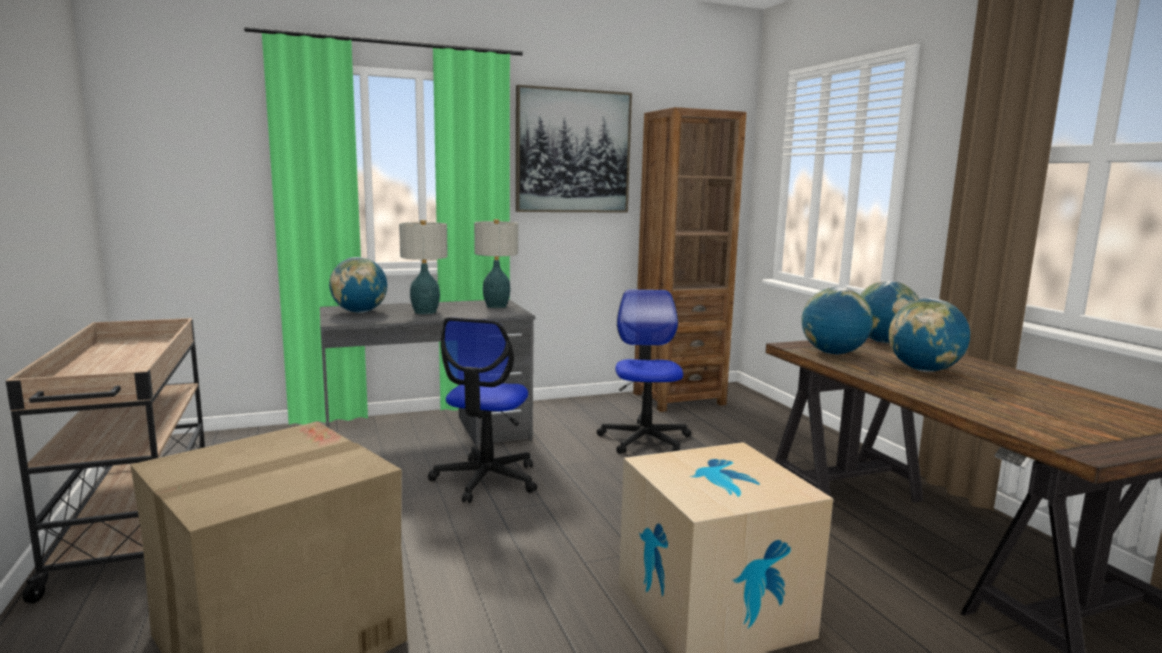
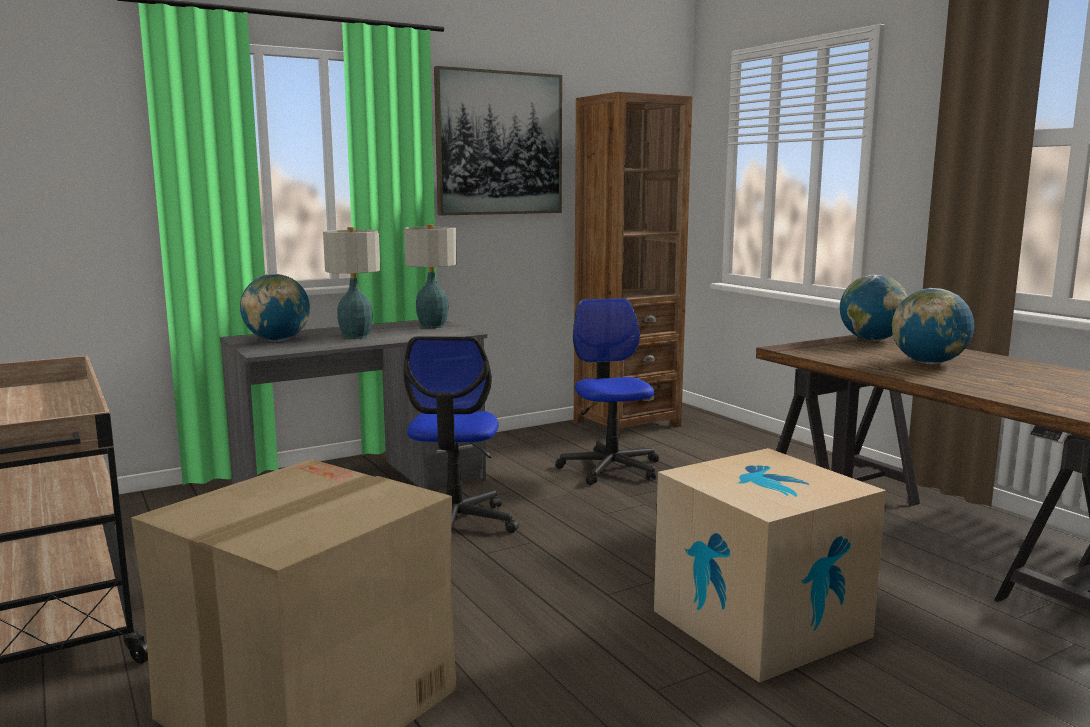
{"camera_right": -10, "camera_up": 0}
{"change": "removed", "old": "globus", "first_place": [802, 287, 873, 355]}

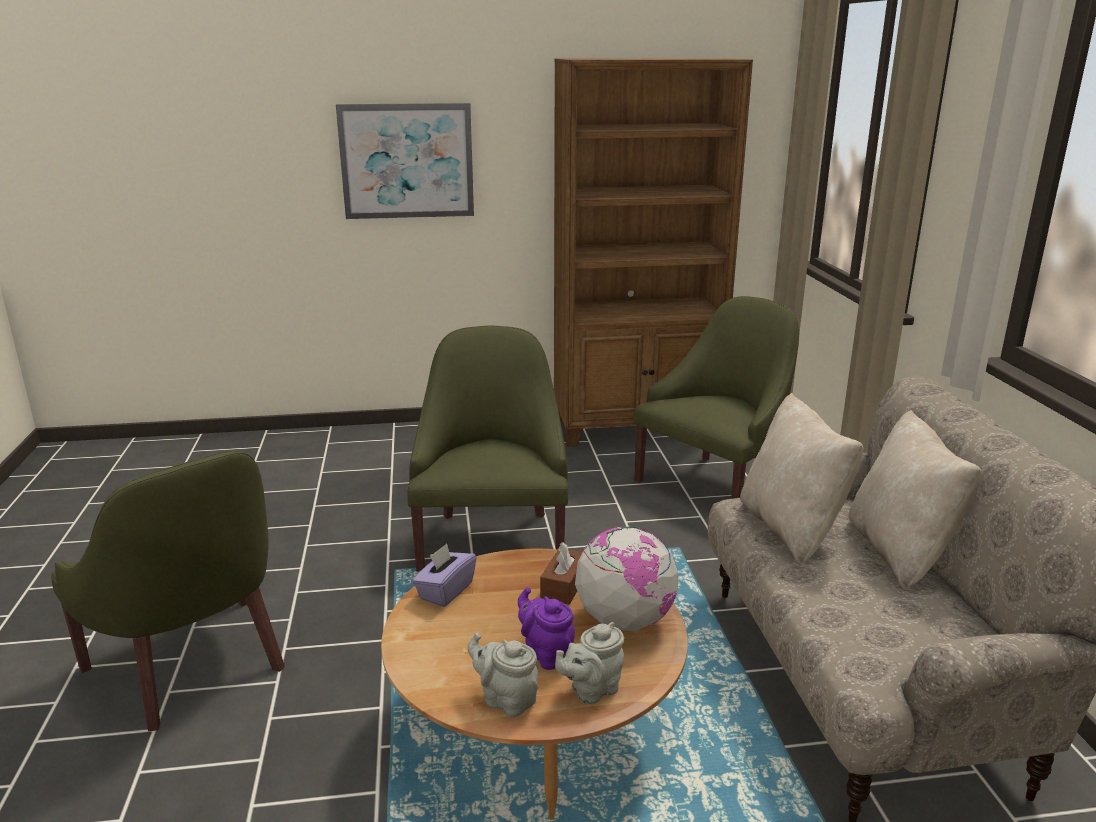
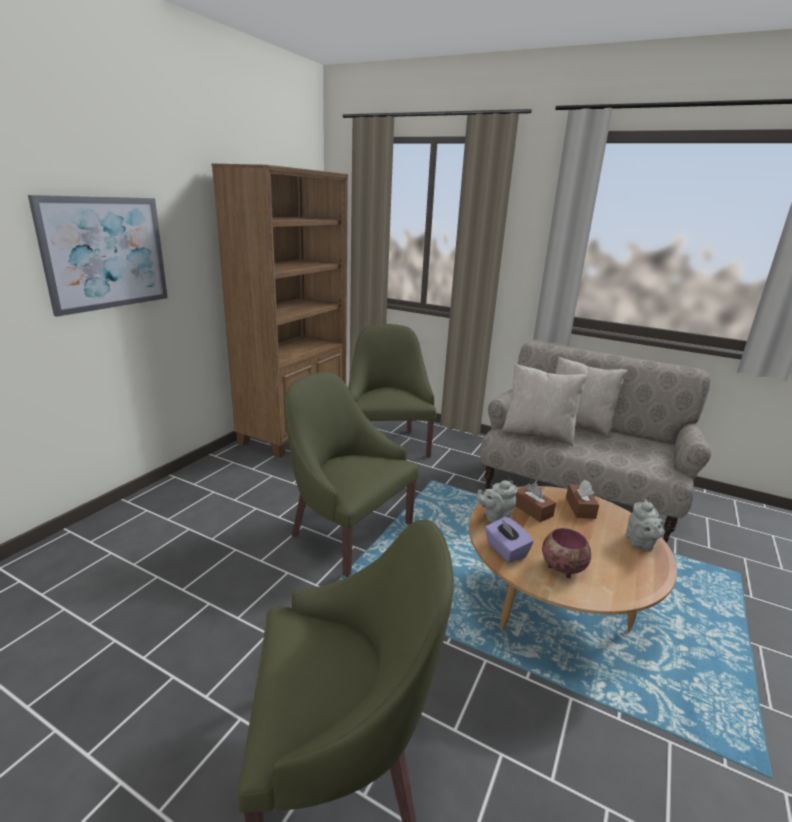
{"camera_right": -55, "camera_up": 0}
{"change": "removed", "old": "imbryk (fioletowy)", "first_place": [518, 587, 575, 670]}
{"change": "added", "new": "miska", "second_place": [542, 528, 591, 578]}
{"change": "moved", "old": "imbryk (szary)", "first_place": [468, 633, 538, 717], "second_place": [476, 480, 518, 523]}
{"change": "replaced", "old": "globus", "new": "pudełko chusteczek (brązowy)", "first_place": [575, 527, 678, 632], "second_place": [566, 480, 599, 519]}

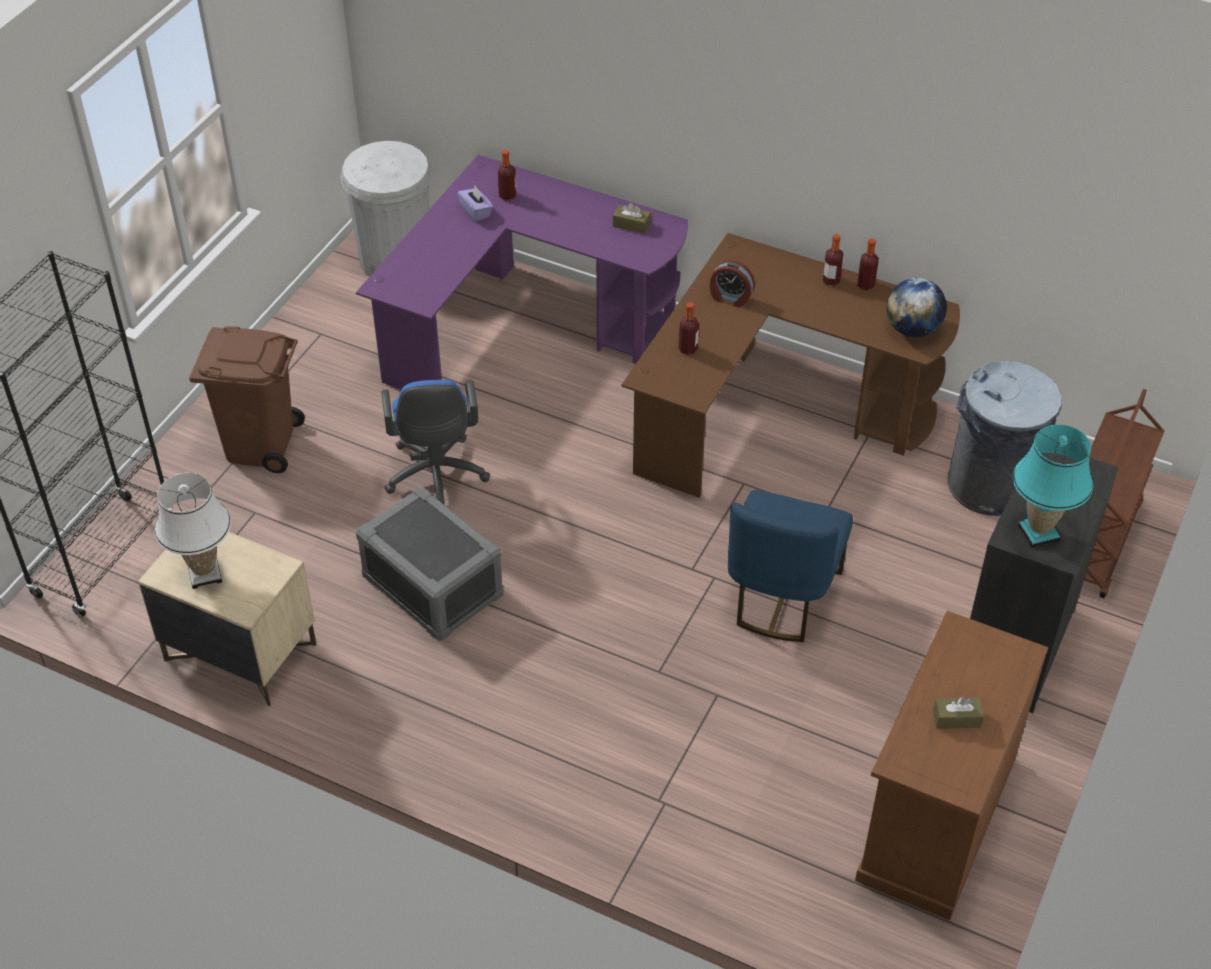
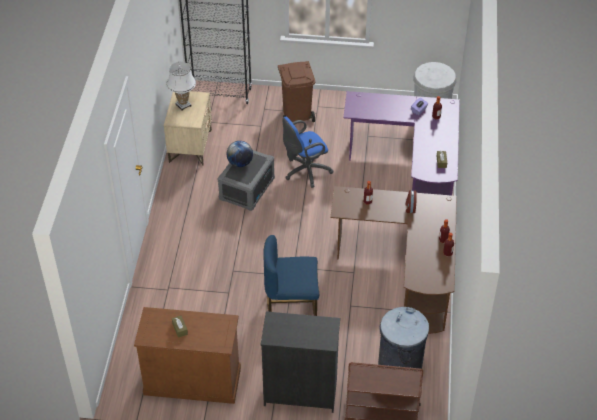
{"camera_right": 70, "camera_up": 0}
{"change": "removed", "old": "lampa stołowa (turkusowy)", "first_place": [1012, 424, 1094, 548]}
{"change": "moved", "old": "globus", "first_place": [887, 278, 947, 338], "second_place": [227, 141, 253, 167]}

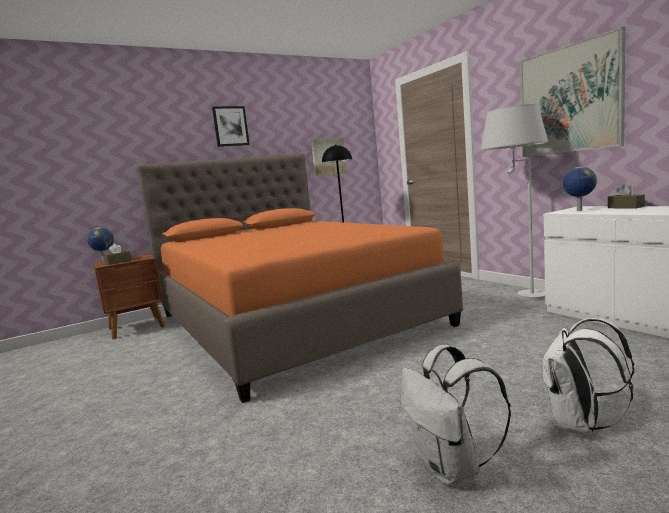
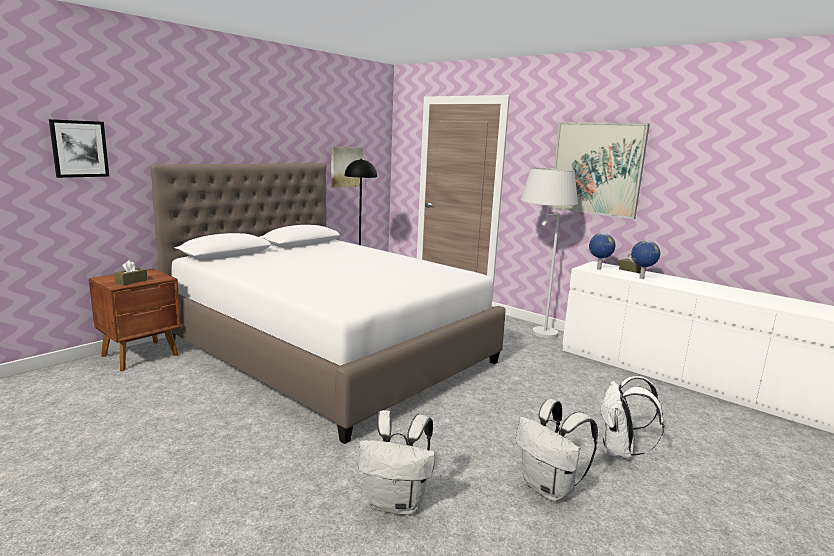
{"camera_right": -20, "camera_up": 5}
{"change": "added", "new": "plecak (biały)", "second_place": [358, 410, 435, 515]}
{"change": "moved", "old": "globus", "first_place": [87, 227, 114, 262], "second_place": [631, 240, 660, 279]}
{"change": "moved", "old": "obraz", "first_place": [212, 106, 250, 147], "second_place": [49, 119, 109, 178]}
{"change": "recoloured", "old": "łóżko (pomarańczowy)", "new": "łóżko (biały)", "first_place": [137, 153, 463, 403], "second_place": [150, 163, 506, 444]}

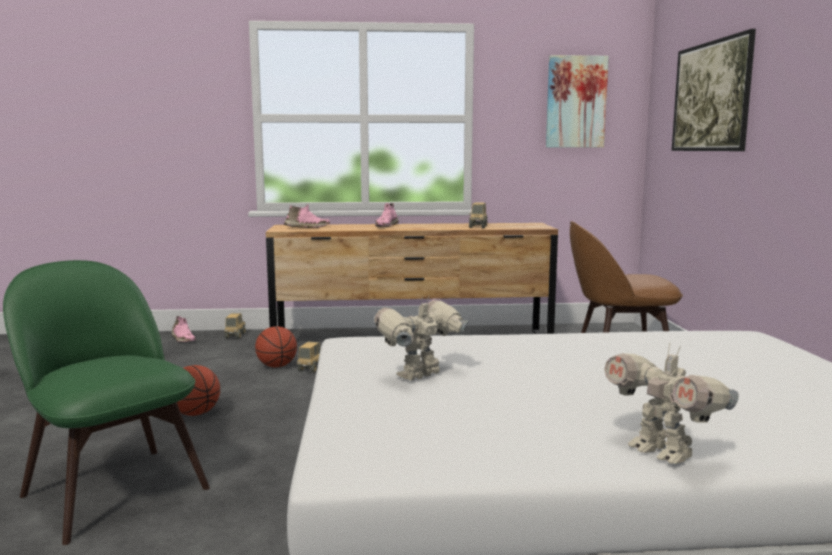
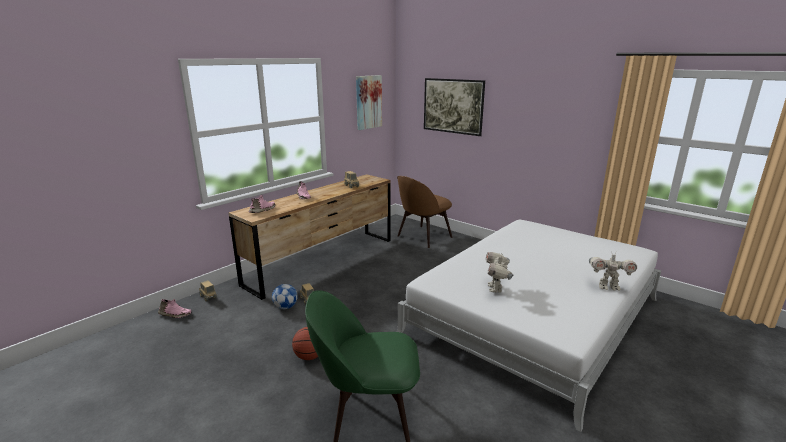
{"camera_right": -45, "camera_up": 10}
{"change": "replaced", "old": "piłka do koszykówki", "new": "piłka futbolowa", "first_place": [255, 326, 297, 367], "second_place": [272, 284, 298, 309]}

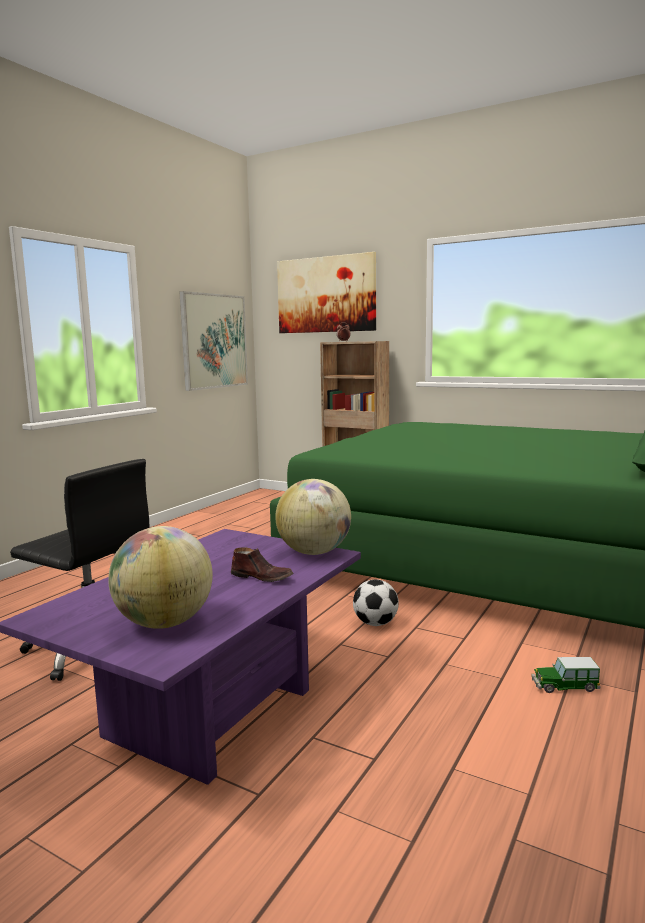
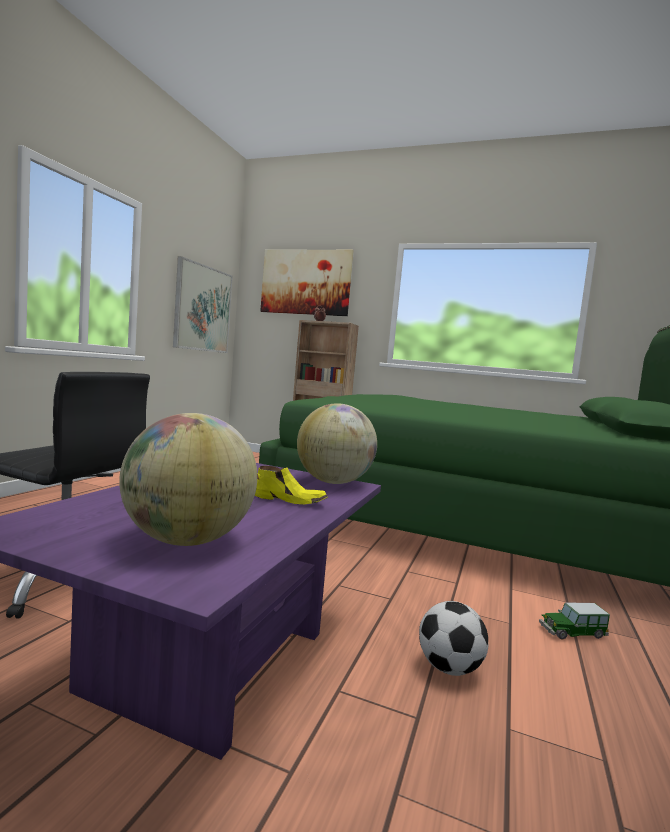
{"camera_right": -10, "camera_up": -5}
{"change": "moved", "old": "piłka futbolowa", "first_place": [353, 579, 399, 626], "second_place": [419, 601, 488, 676]}
{"change": "recoloured", "old": "but (brązowy)", "new": "but (żółty)", "first_place": [231, 547, 293, 582], "second_place": [255, 466, 328, 505]}

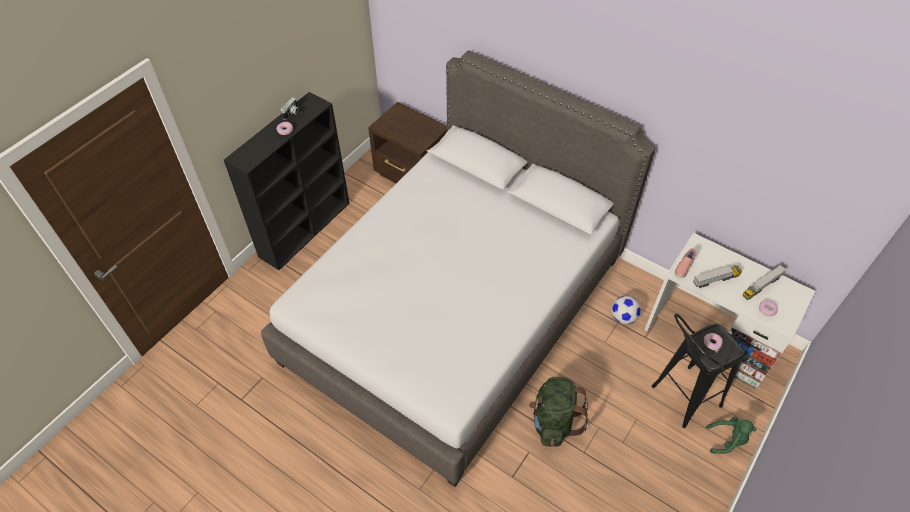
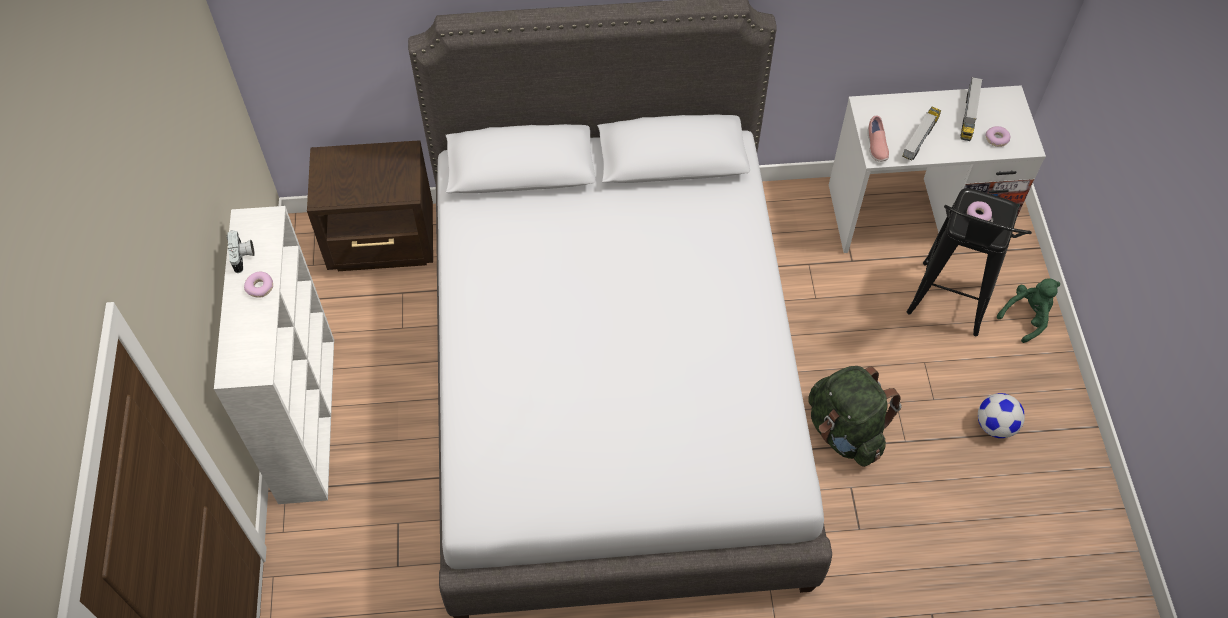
{"camera_right": -40, "camera_up": 5}
{"change": "moved", "old": "piłka futbolowa", "first_place": [612, 296, 641, 324], "second_place": [978, 393, 1025, 438]}
{"change": "recoloured", "old": "regał (czarny)", "new": "regał (biały)", "first_place": [224, 92, 350, 270], "second_place": [214, 206, 334, 504]}

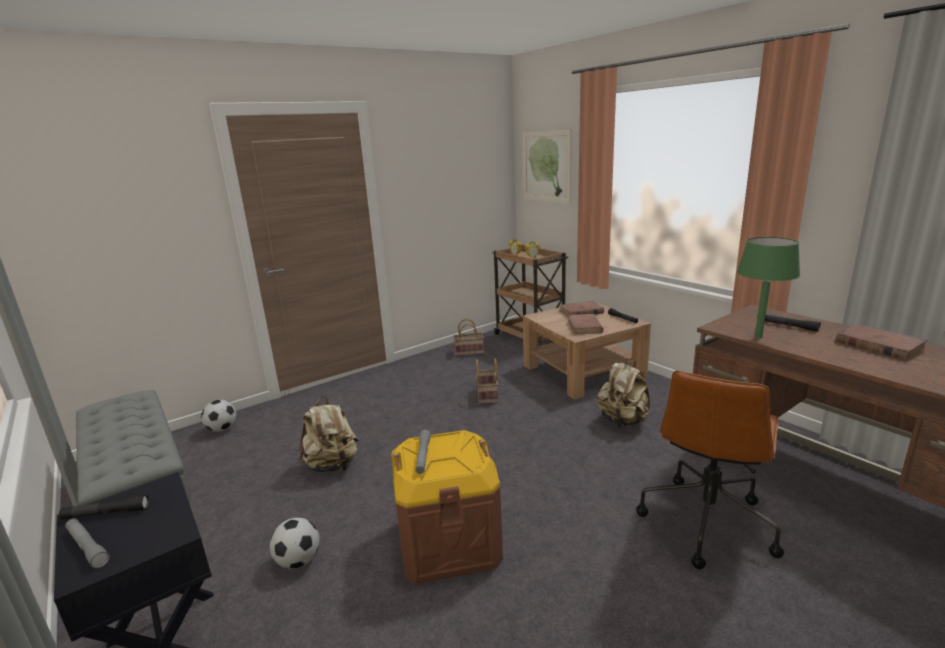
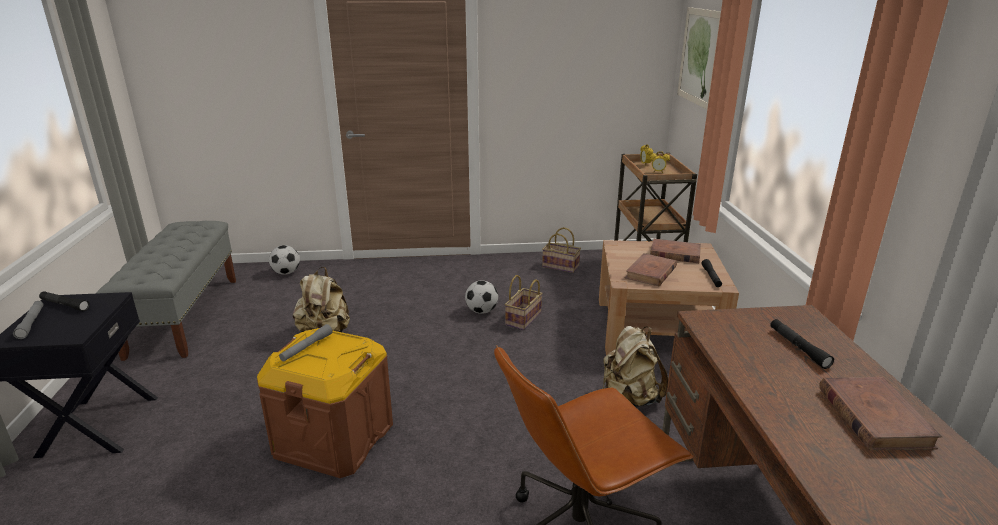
{"camera_right": 30, "camera_up": 5}
{"change": "removed", "old": "lampa stołowa (zielony)", "first_place": [737, 237, 800, 338]}
{"change": "moved", "old": "piłka futbolowa", "first_place": [270, 518, 320, 569], "second_place": [465, 280, 498, 314]}

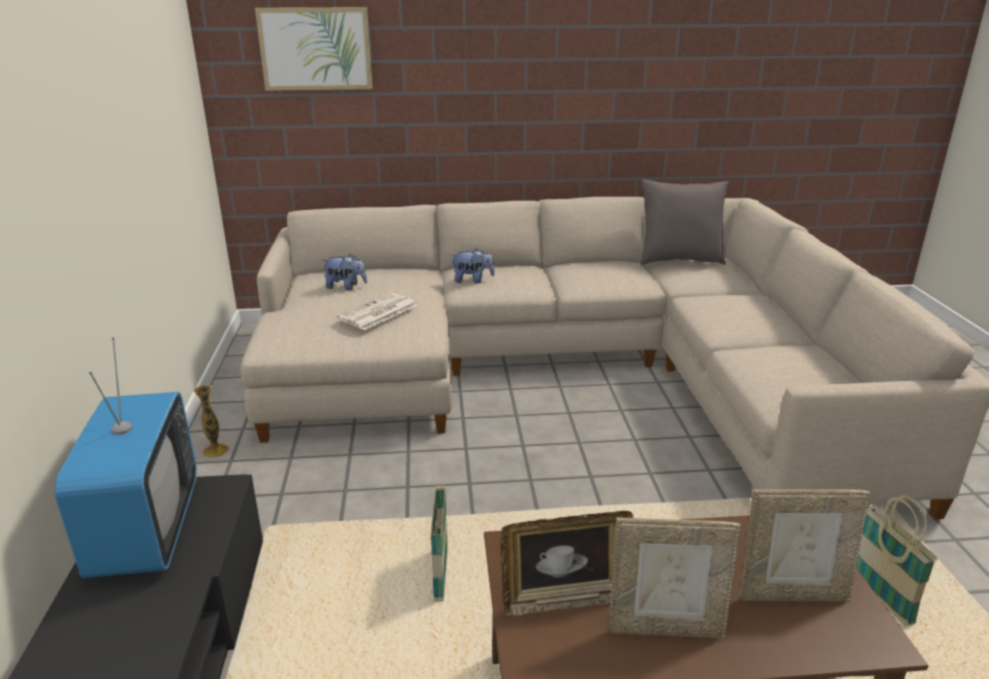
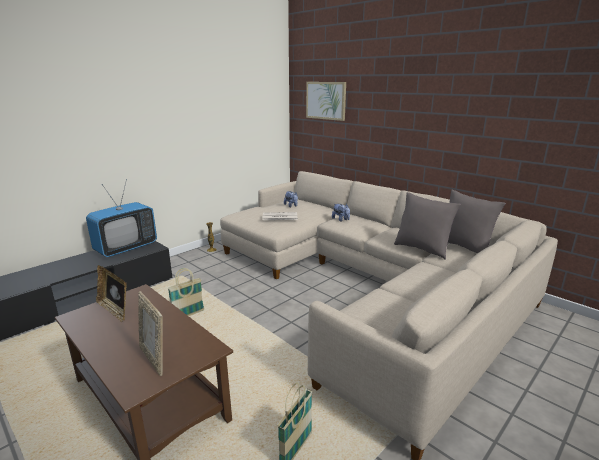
{"camera_right": 50, "camera_up": -5}
{"change": "removed", "old": "ramka na zdjęcie", "first_place": [609, 518, 741, 639]}
{"change": "added", "new": "poduszka (szary)", "second_place": [394, 192, 461, 260]}

